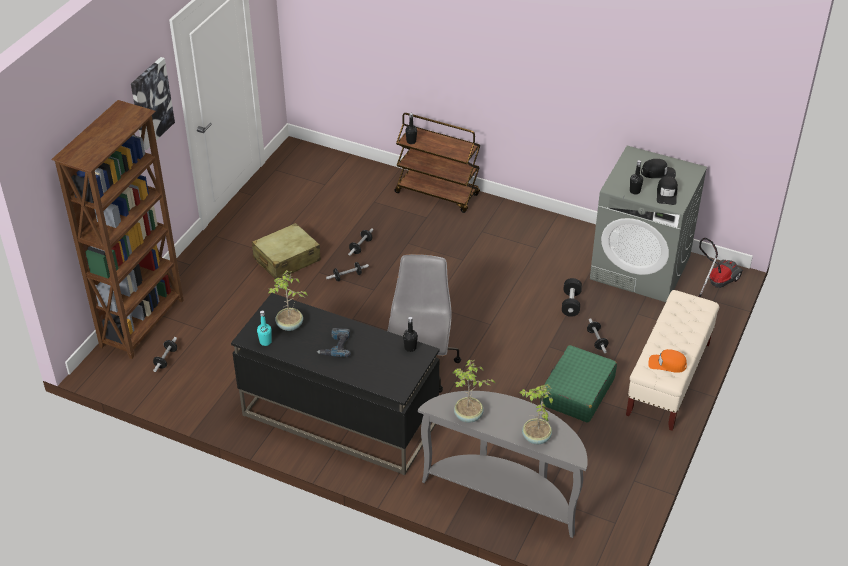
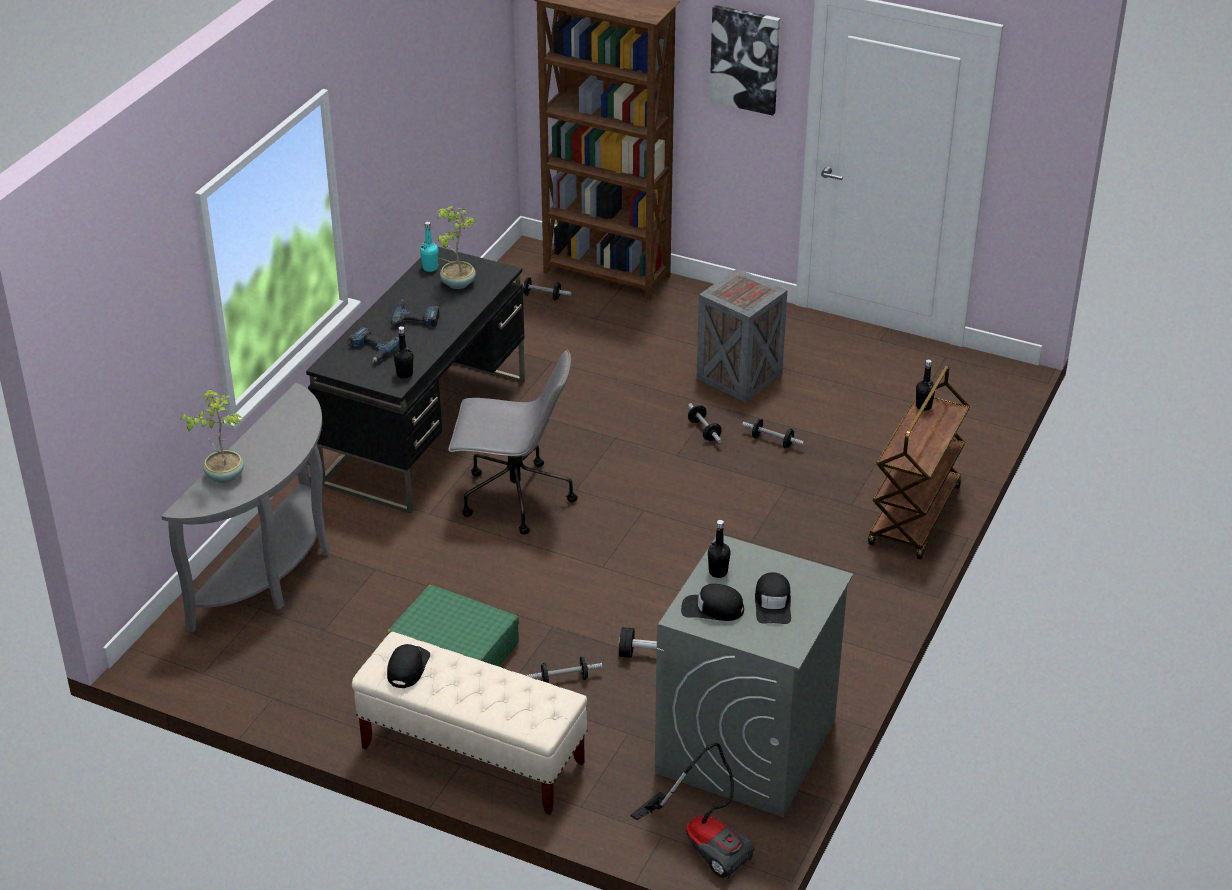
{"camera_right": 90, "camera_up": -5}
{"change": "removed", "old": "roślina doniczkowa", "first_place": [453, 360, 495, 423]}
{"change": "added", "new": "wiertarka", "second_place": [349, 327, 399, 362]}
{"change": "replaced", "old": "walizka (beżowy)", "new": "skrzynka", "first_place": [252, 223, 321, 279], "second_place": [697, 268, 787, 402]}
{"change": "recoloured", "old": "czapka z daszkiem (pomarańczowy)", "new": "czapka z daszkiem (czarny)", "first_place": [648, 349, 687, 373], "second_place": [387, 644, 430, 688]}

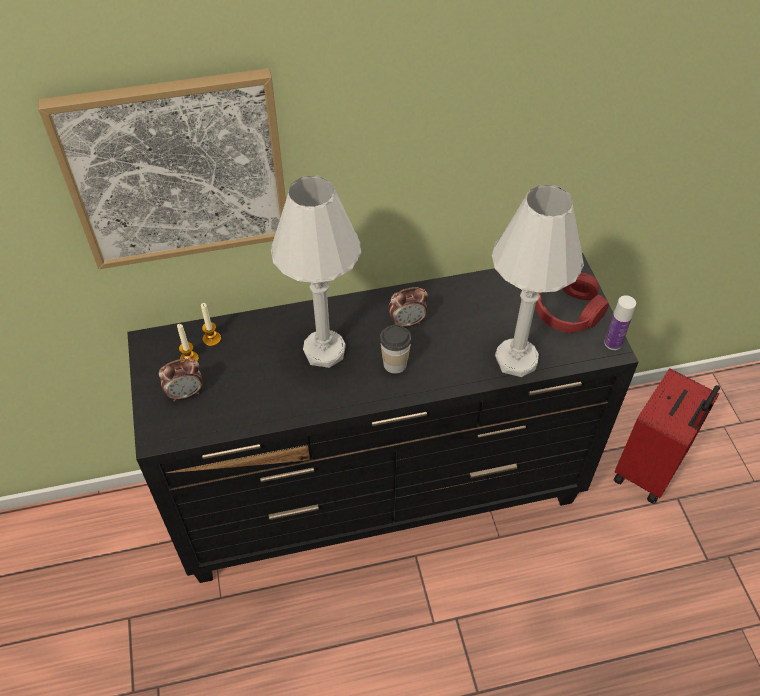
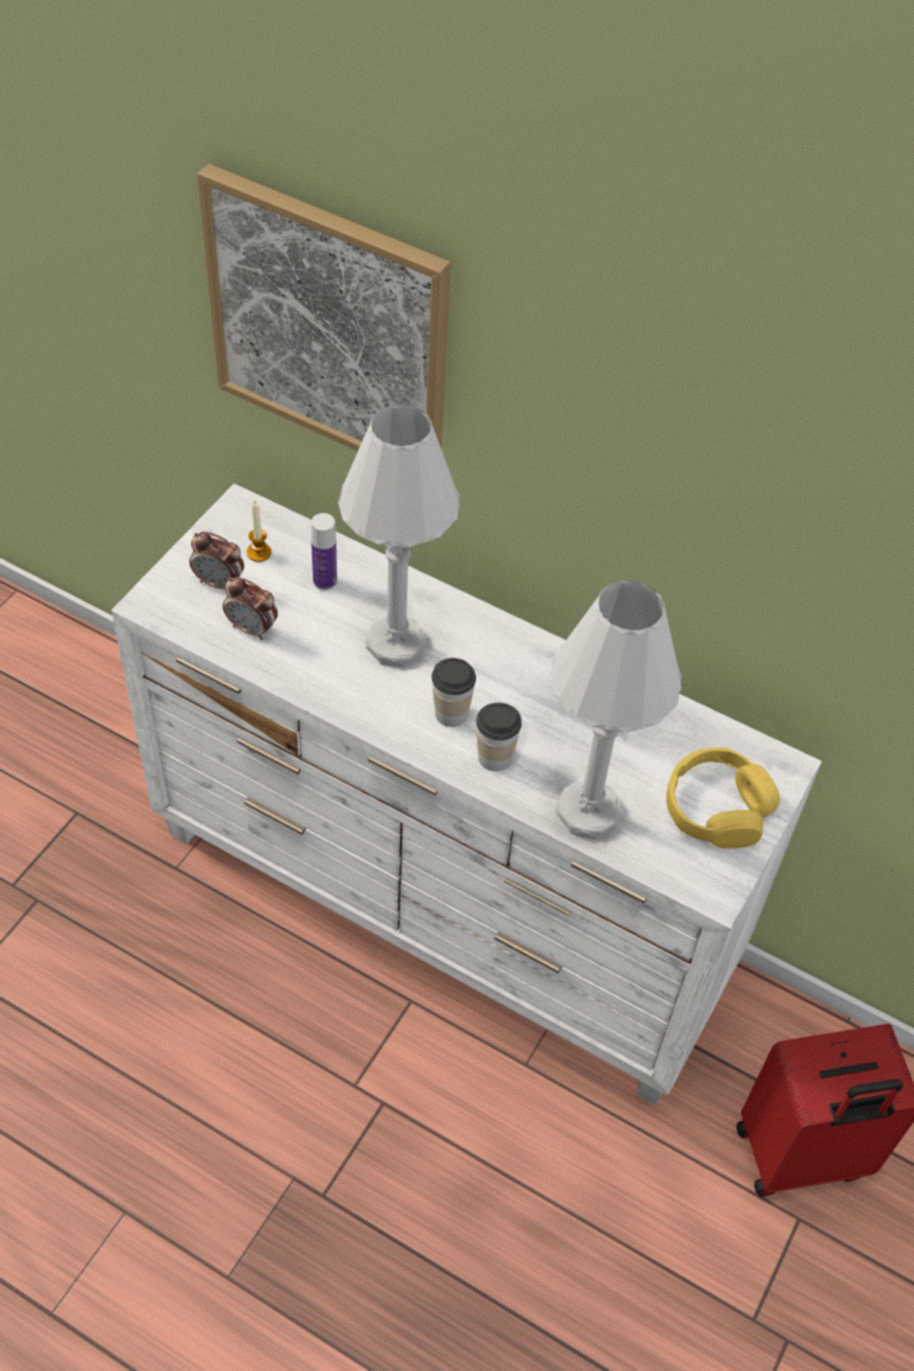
{"camera_right": 40, "camera_up": 0}
{"change": "removed", "old": "świeca", "first_place": [201, 303, 221, 346]}
{"change": "added", "new": "filiżanka", "second_place": [476, 703, 522, 771]}
{"change": "moved", "old": "budzik", "first_place": [388, 287, 428, 327], "second_place": [223, 577, 278, 640]}
{"change": "moved", "old": "butelka", "first_place": [604, 295, 636, 350], "second_place": [311, 513, 337, 590]}
{"change": "recoloured", "old": "komoda (czarny)", "new": "komoda (biały)", "first_place": [127, 253, 639, 583], "second_place": [111, 483, 822, 1105]}
{"change": "recoloured", "old": "słuchawki (czerwony)", "new": "słuchawki (żółty)", "first_place": [535, 272, 609, 333], "second_place": [666, 747, 780, 849]}

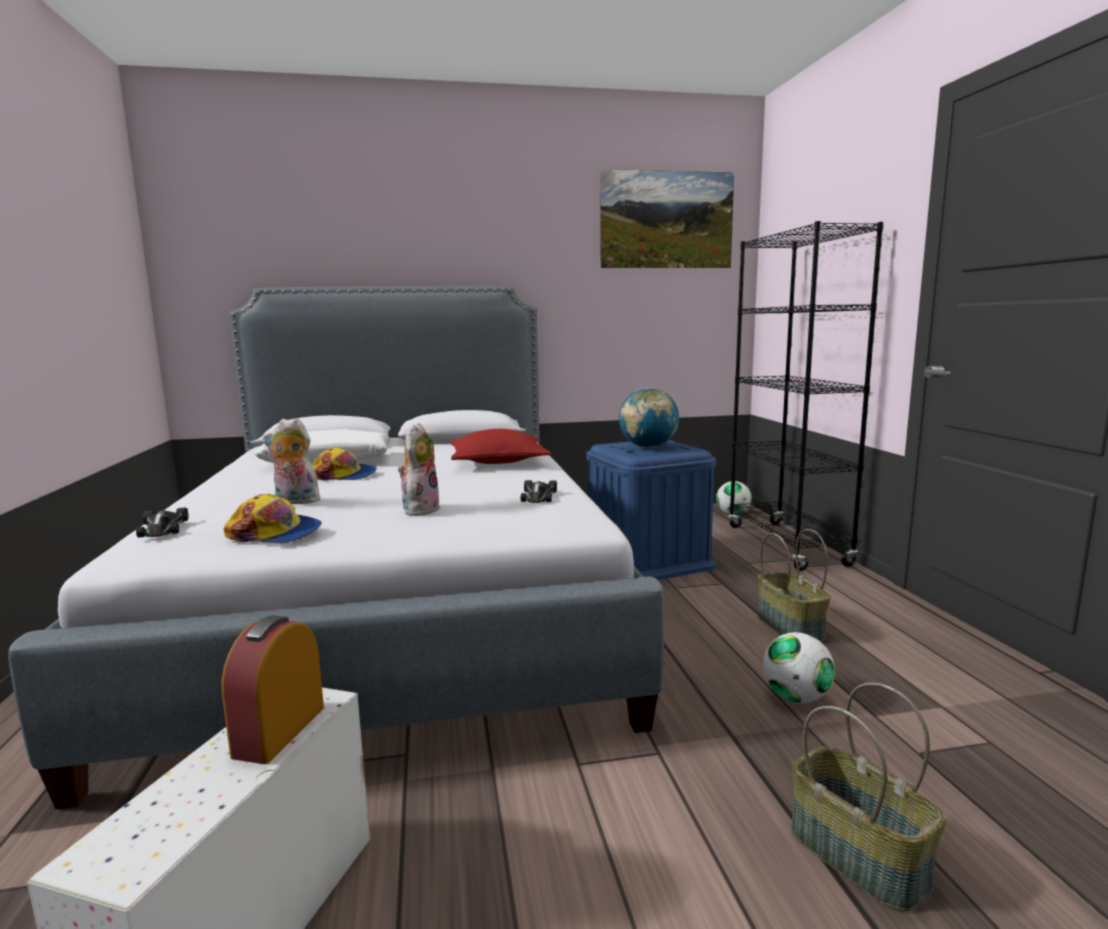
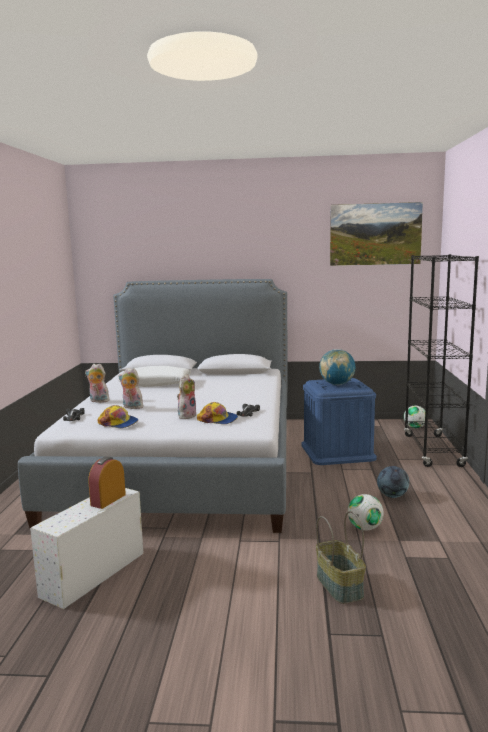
{"camera_right": 15, "camera_up": 0}
{"change": "removed", "old": "poduszka (czerwony)", "first_place": [450, 429, 551, 464]}
{"change": "added", "new": "pluszak", "second_place": [85, 364, 111, 403]}
{"change": "moved", "old": "czapka z daszkiem", "first_place": [312, 447, 377, 481], "second_place": [197, 402, 238, 424]}
{"change": "replaced", "old": "koszyk", "new": "piłka futbolowa", "first_place": [758, 529, 831, 641], "second_place": [377, 466, 409, 498]}

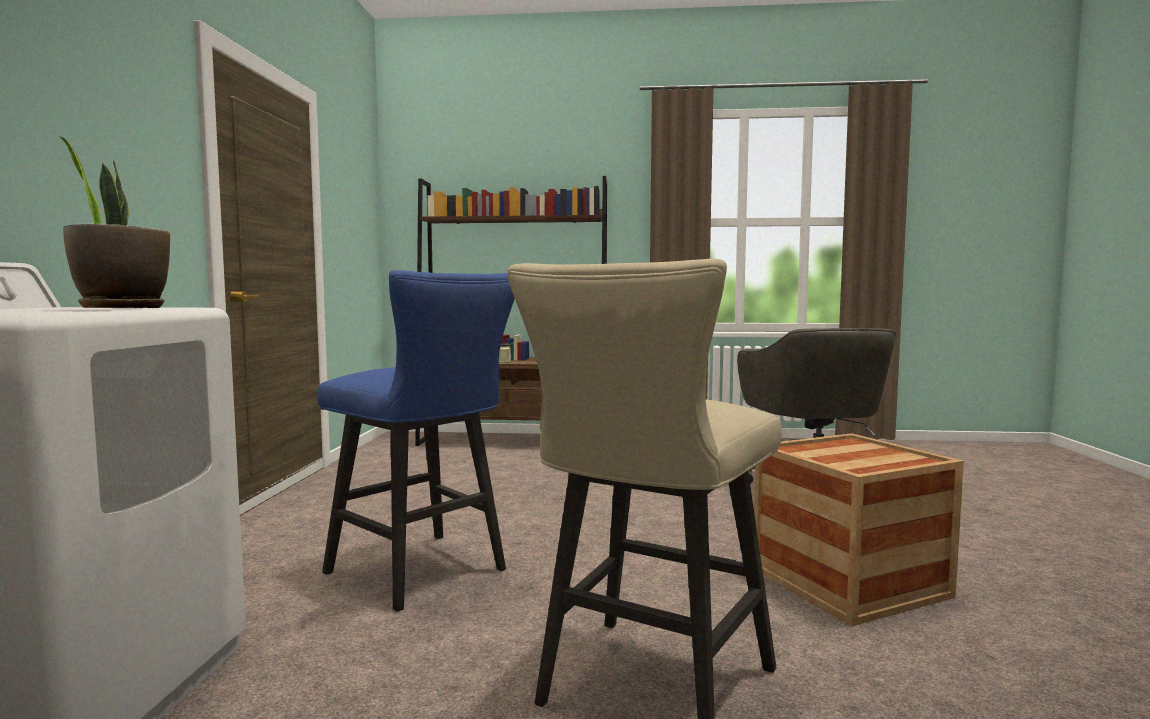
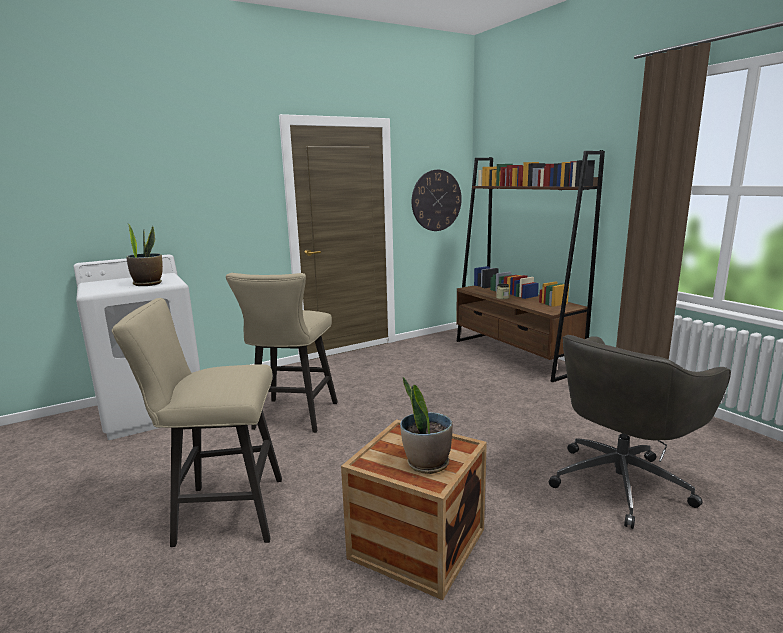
{"camera_right": 55, "camera_up": 10}
{"change": "added", "new": "roślina doniczkowa", "second_place": [400, 377, 453, 474]}
{"change": "added", "new": "zegar ścienny", "second_place": [412, 170, 462, 231]}
{"change": "recoloured", "old": "stołek (niebieski)", "new": "stołek (beżowy)", "first_place": [317, 270, 515, 612], "second_place": [226, 273, 338, 433]}

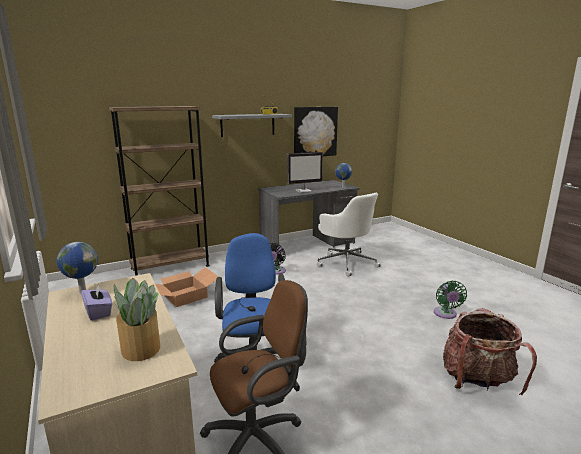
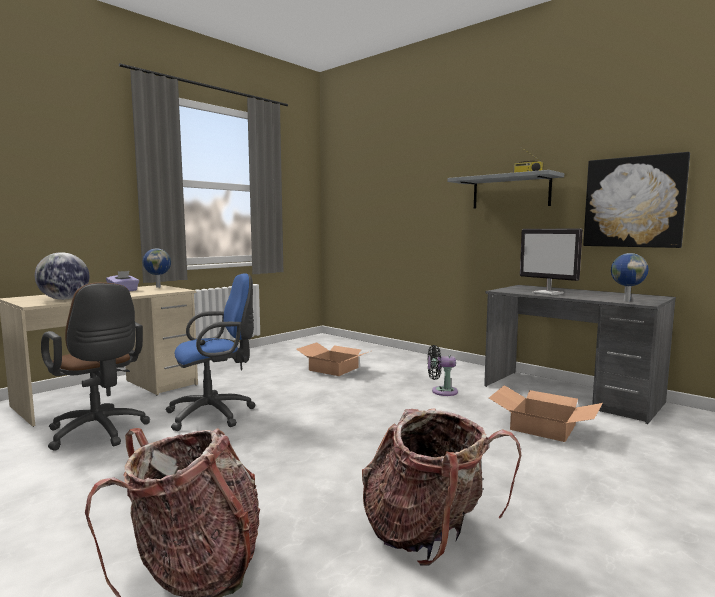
{"camera_right": 70, "camera_up": -10}
{"change": "removed", "old": "regał (brązowy)", "first_place": [109, 106, 210, 276]}
{"change": "replaced", "old": "roślina doniczkowa", "new": "globus", "first_place": [114, 278, 160, 361], "second_place": [35, 252, 89, 300]}
{"change": "replaced", "old": "krzesło biurowe (biały)", "new": "karton", "first_place": [317, 193, 381, 277], "second_place": [489, 385, 603, 442]}
{"change": "replaced", "old": "wentylator (zielony)", "new": "plecak", "first_place": [434, 281, 467, 319], "second_place": [362, 408, 521, 566]}

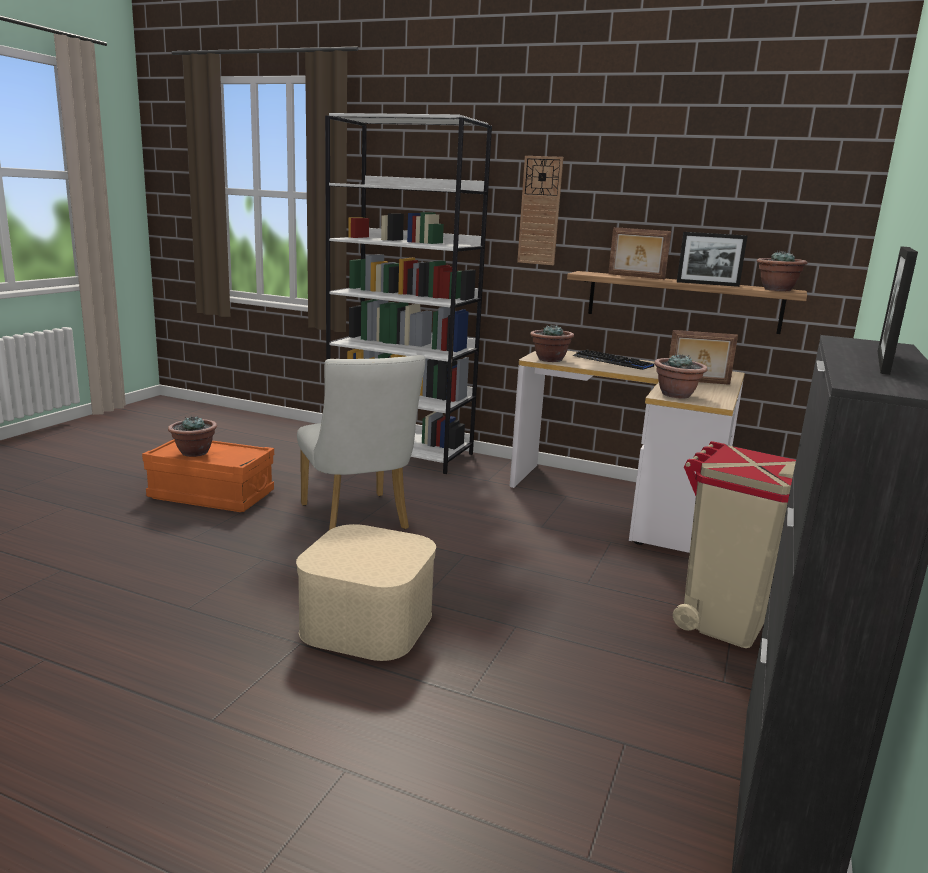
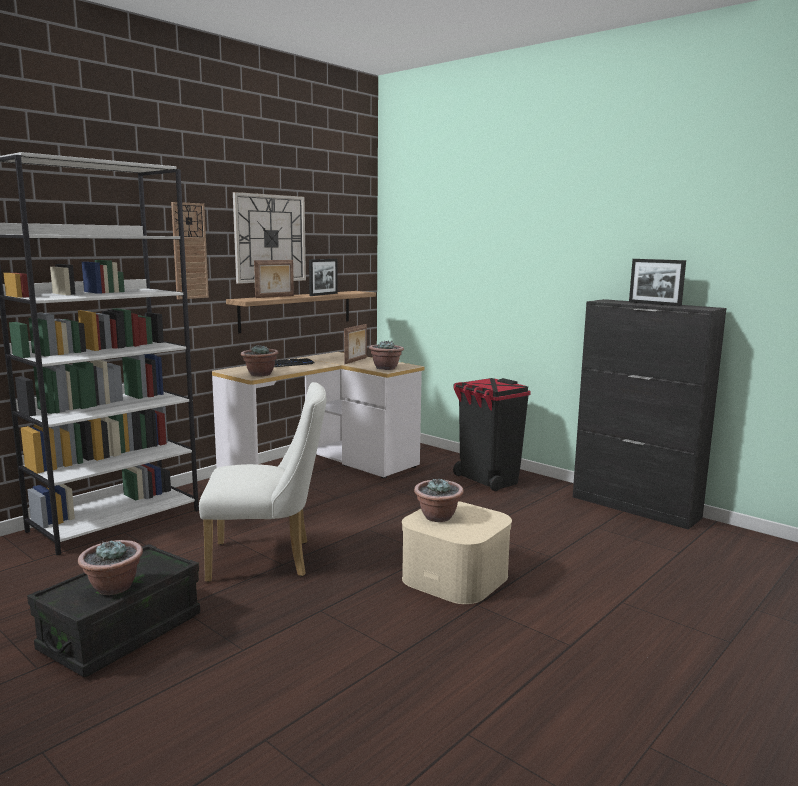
{"camera_right": -70, "camera_up": -5}
{"change": "added", "new": "zegar ścienny", "second_place": [233, 192, 306, 284]}
{"change": "moved", "old": "roślina doniczkowa", "first_place": [757, 250, 808, 291], "second_place": [414, 479, 464, 522]}
{"change": "recoloured", "old": "pojemnik do przechowywania (pomarańczowy)", "new": "pojemnik do przechowywania (czarny)", "first_place": [142, 439, 274, 512], "second_place": [27, 544, 200, 678]}
{"change": "recoloured", "old": "kosz na śmieci (beżowy)", "new": "kosz na śmieci (czarny)", "first_place": [673, 441, 796, 648], "second_place": [453, 378, 531, 491]}

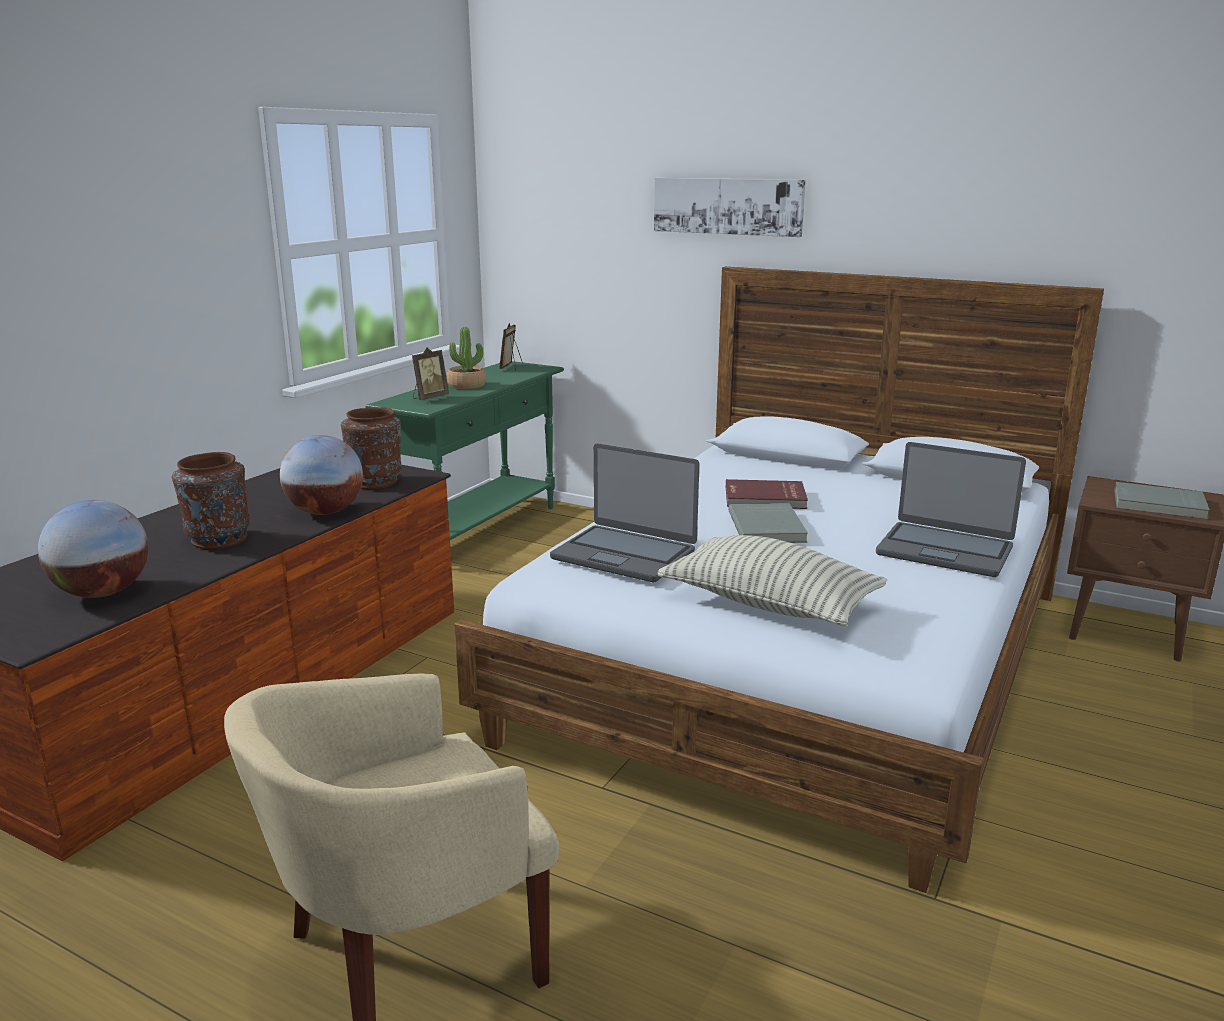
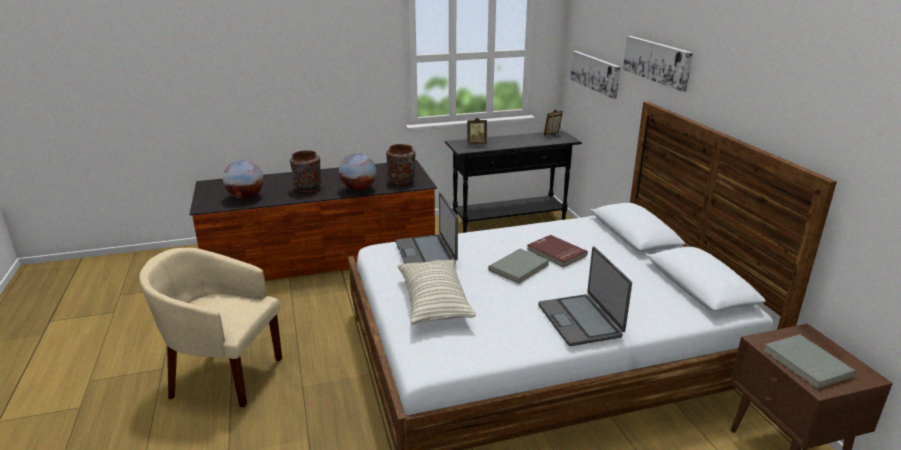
{"camera_right": 45, "camera_up": 5}
{"change": "removed", "old": "roślina doniczkowa", "first_place": [447, 327, 486, 389]}
{"change": "added", "new": "obraz", "second_place": [571, 51, 620, 99]}
{"change": "recoloured", "old": "stolik konsolowy (zielony)", "new": "stolik konsolowy (czarny)", "first_place": [365, 361, 564, 540], "second_place": [445, 130, 582, 233]}

